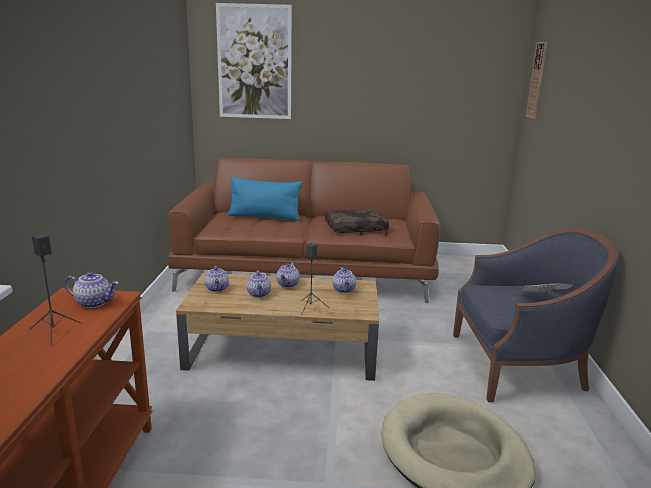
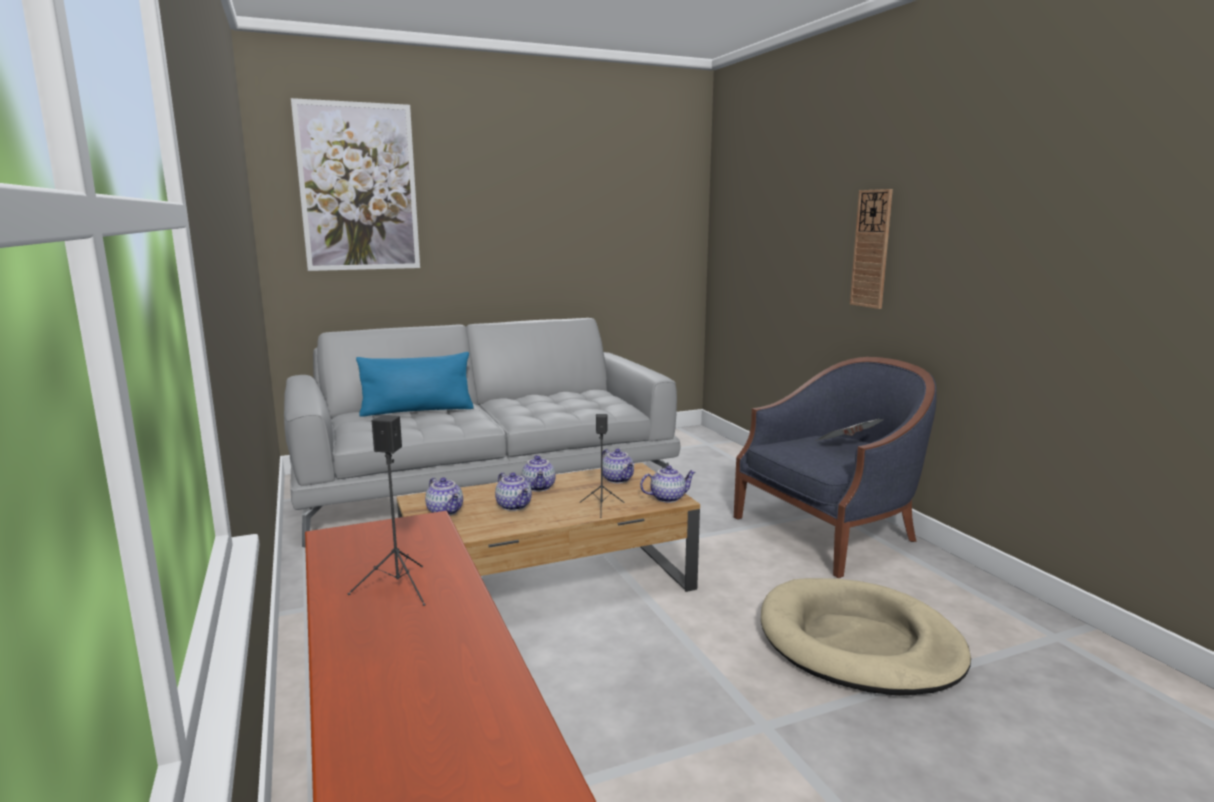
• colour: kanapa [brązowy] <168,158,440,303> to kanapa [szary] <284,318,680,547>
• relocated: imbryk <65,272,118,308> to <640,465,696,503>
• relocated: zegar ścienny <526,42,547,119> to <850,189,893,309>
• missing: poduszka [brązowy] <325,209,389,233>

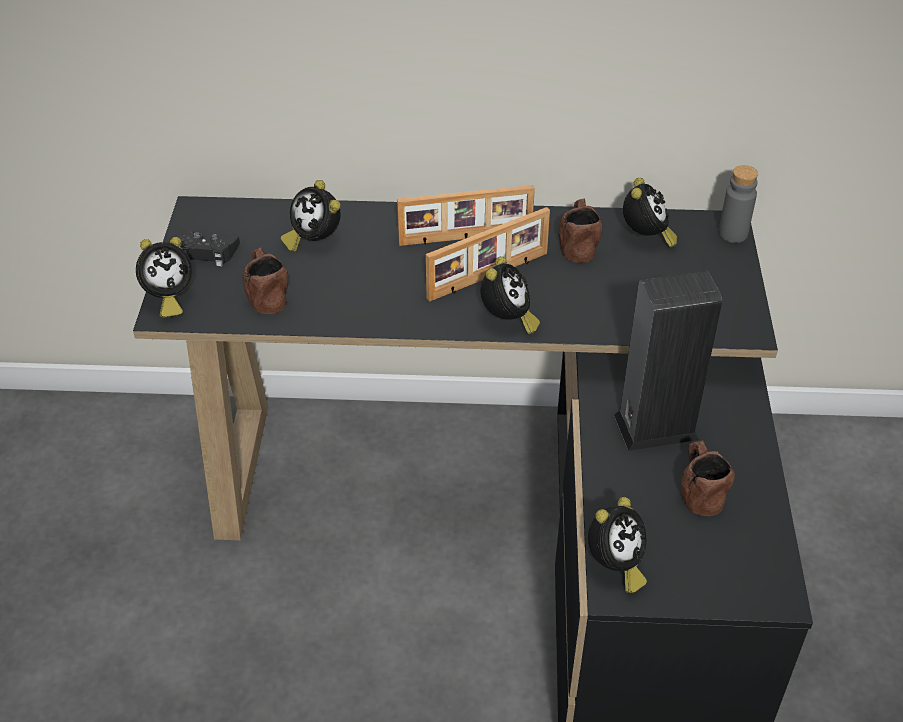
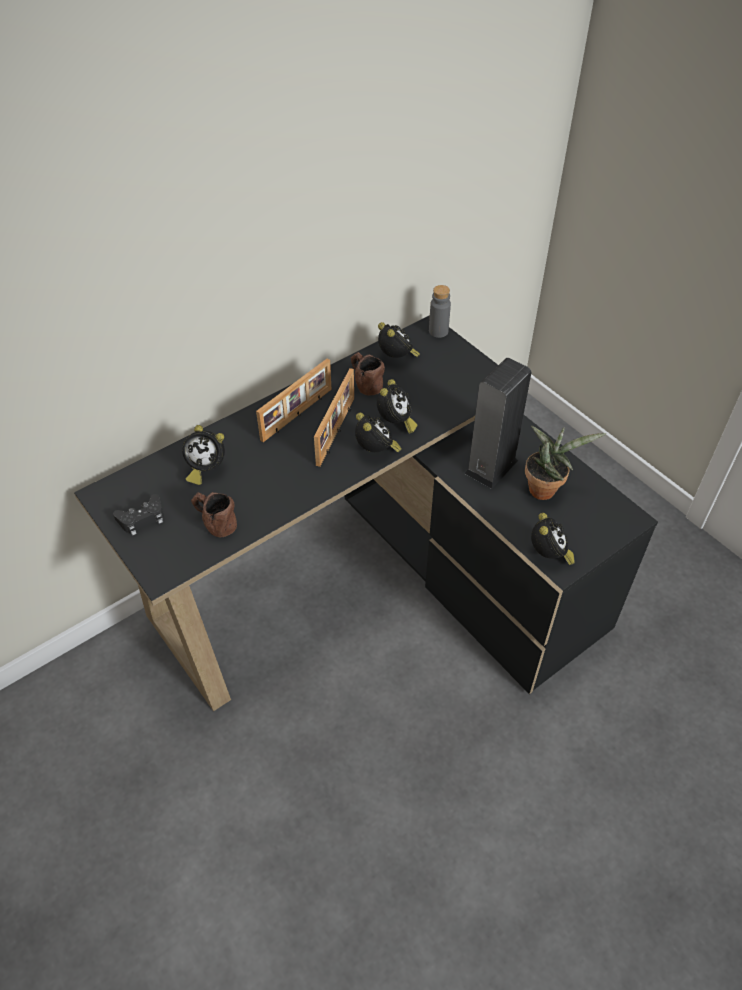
• relocated: budzik <136,237,193,318> to <377,379,417,434>
• exchanged: kubek [brązowy] <681,440,735,516> to roślina doniczkowa <525,425,606,500>

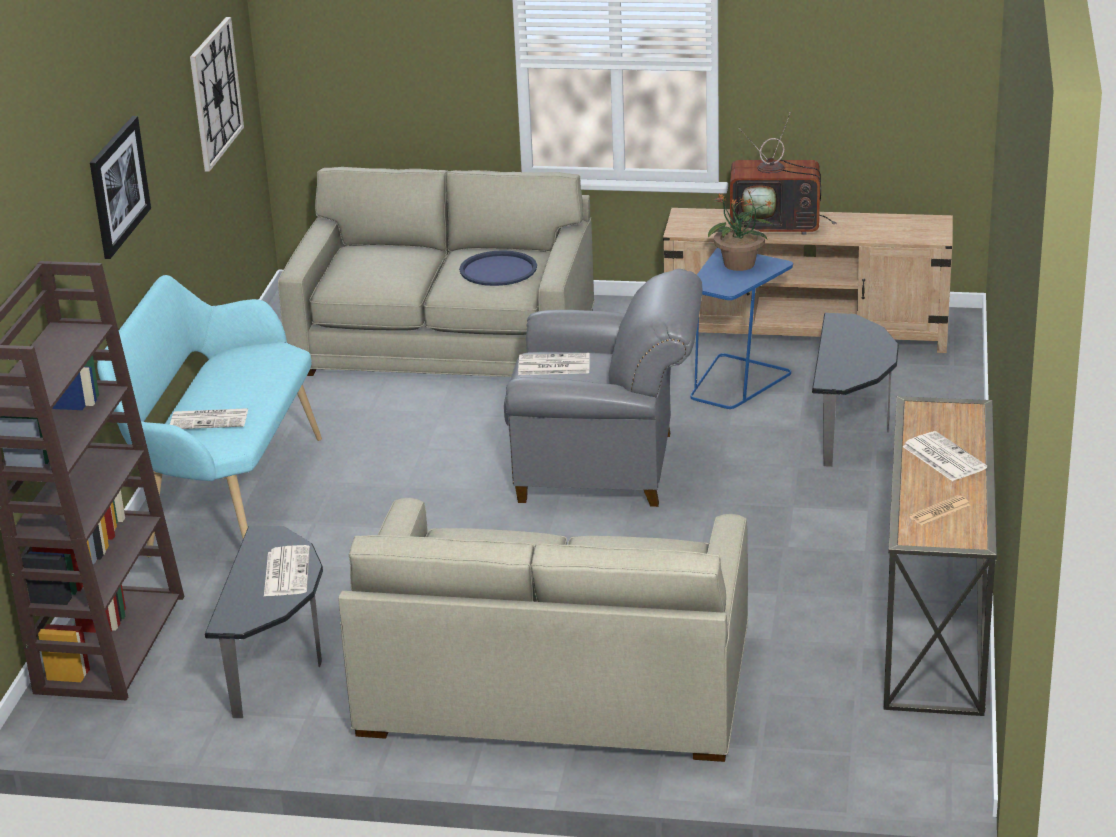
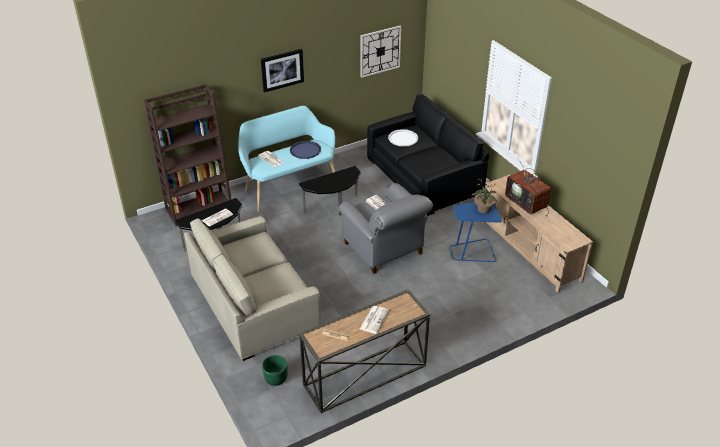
• appeared: donica [zielony] <262,355,288,386>
• relocated: taca [niebieski] <459,250,537,286> to <290,141,321,159>
• relocated: stolik <812,313,899,467> to <299,166,361,216>
• colour: kanapa [beżowy] <278,167,595,377> to kanapa [czarny] <367,94,489,216>
• appeared: taca [biały] <388,129,418,147>

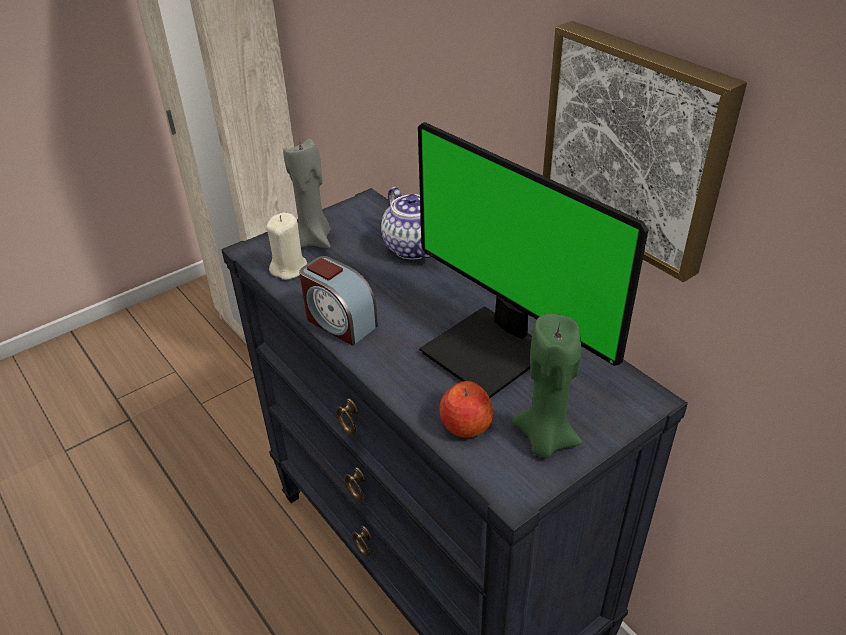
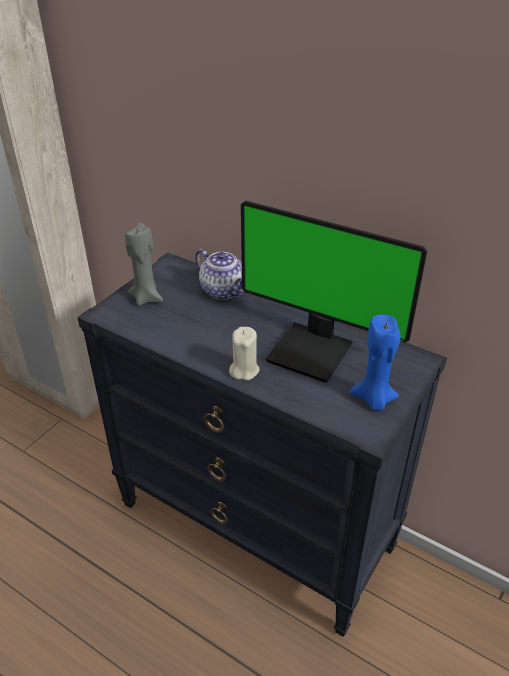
• relocated: świeca [beżowy] <266,213,307,280> to <229,327,260,381>
• colour: świeca [zielony] <512,314,583,458> to świeca [niebieski] <350,314,401,411>
• missing: budzik <299,256,378,346>
• missing: jabłko <439,381,493,438>
• missing: obraz <543,21,747,282>

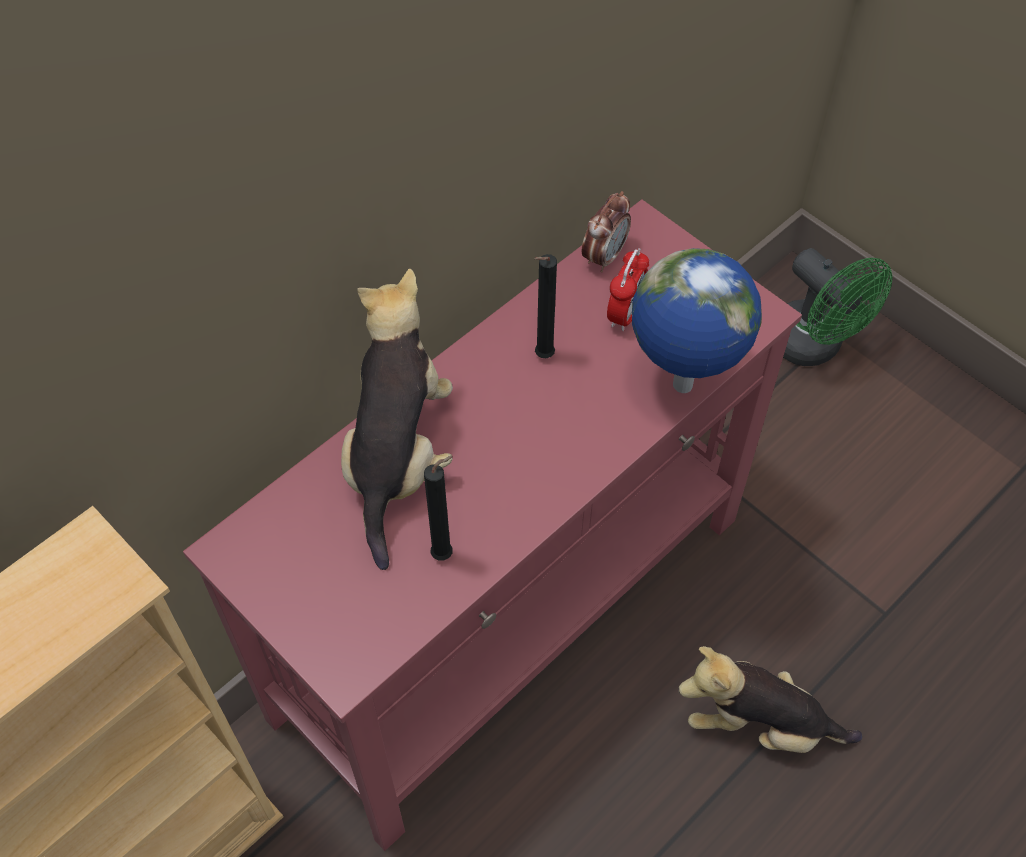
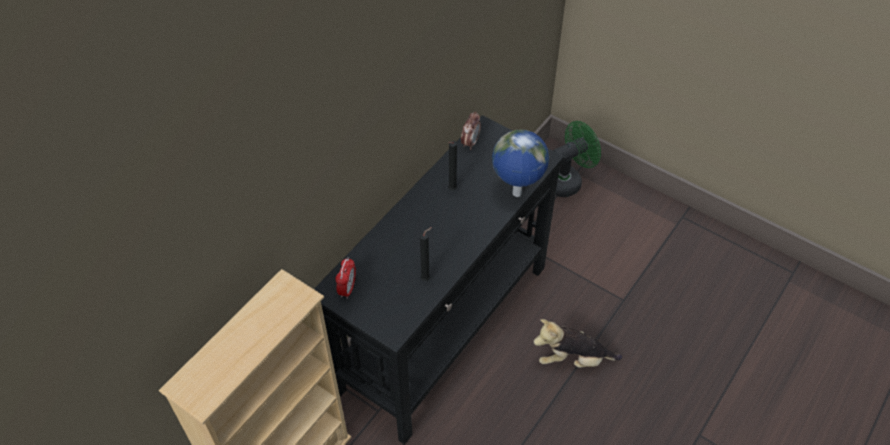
• colour: stolik konsolowy [czerwony] <183,199,802,851> to stolik konsolowy [czarny] <314,115,564,445>
• relocated: budzik <607,248,649,331> to <335,257,356,299>
• spun: wentylator [zielony] <783,248,892,366> = <553,121,601,197> 75 degrees counterclockwise
• missing: pluszak <341,269,453,570>

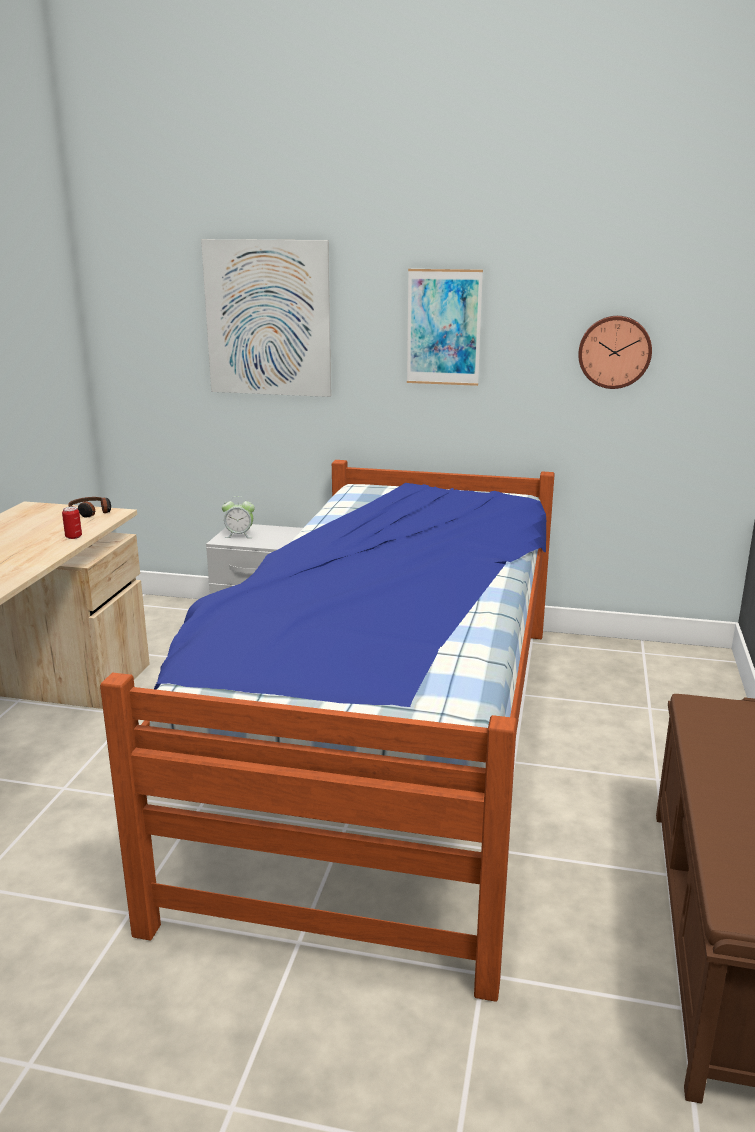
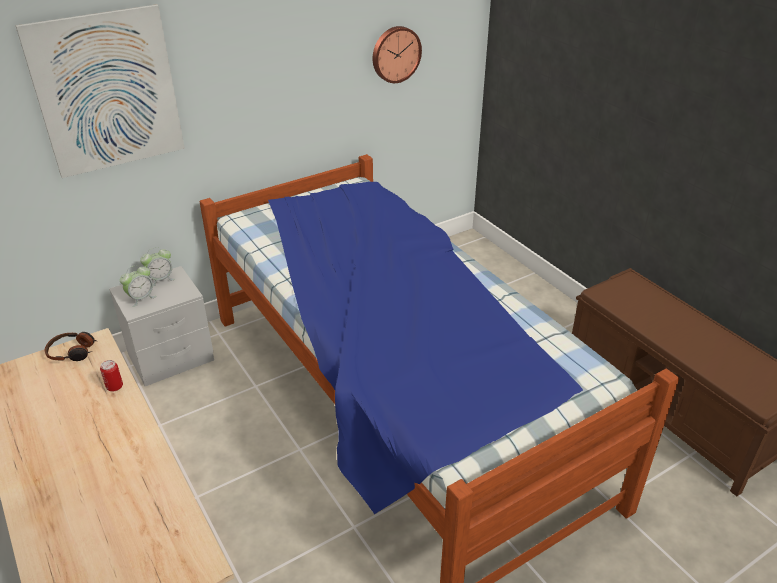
• appeared: budzik <140,247,175,286>
• missing: obraz <407,269,483,386>

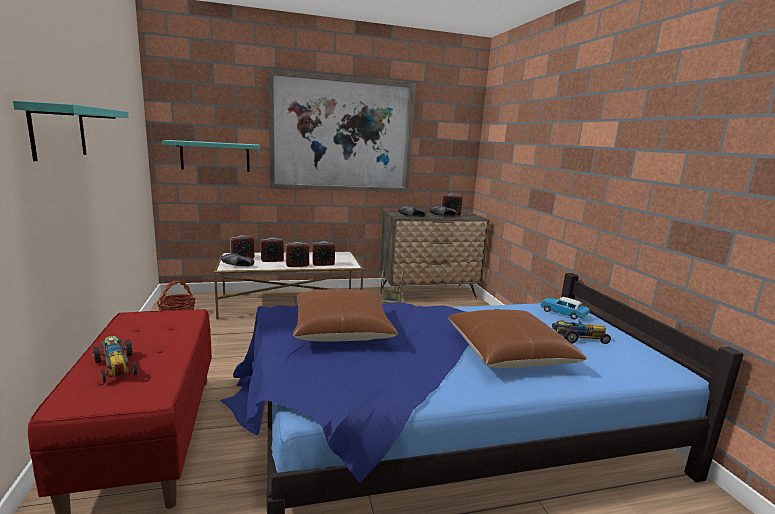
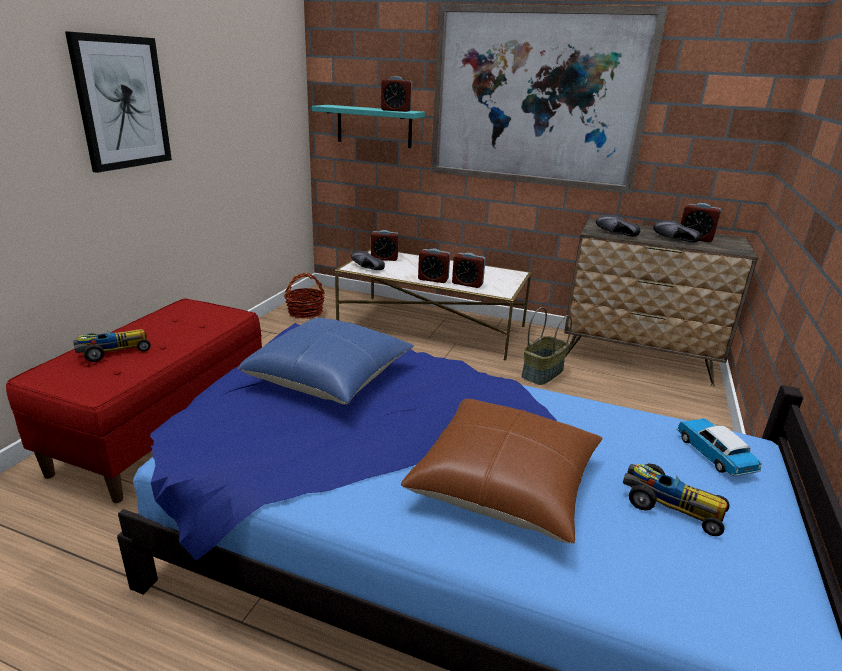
• exchanged: półka [turkusowy] <13,100,129,161> to obraz <65,31,172,173>
• spun: samochodzik <92,336,137,383> = <73,329,151,362> 120 degrees counterclockwise
• colour: poduszka [brązowy] <293,289,398,342> to poduszka [niebieski] <237,318,414,404>
• relocated: budzik <261,238,284,262> to <381,76,412,112>

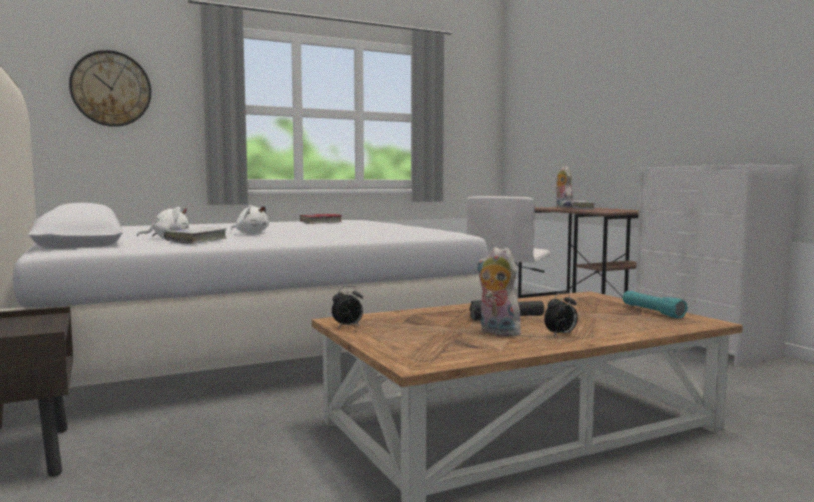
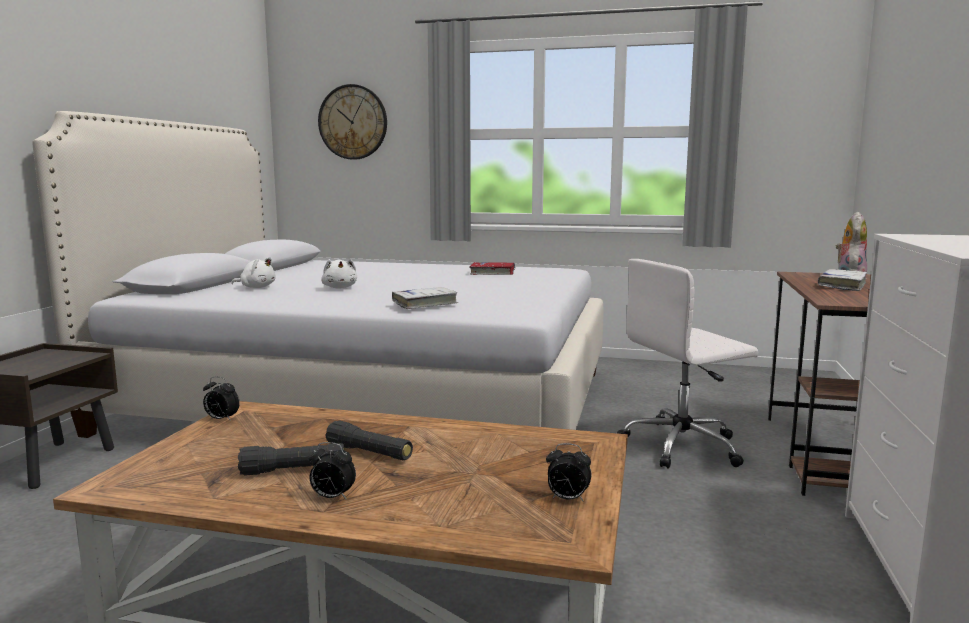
• exchanged: pluszak <476,247,521,336> to latarka [czarny] <238,443,344,476>
• relocated: książka [biały] <164,227,226,244> to <392,287,458,309>
• exchanged: latarka [turkusowy] <623,291,688,318> to budzik <546,443,591,502>

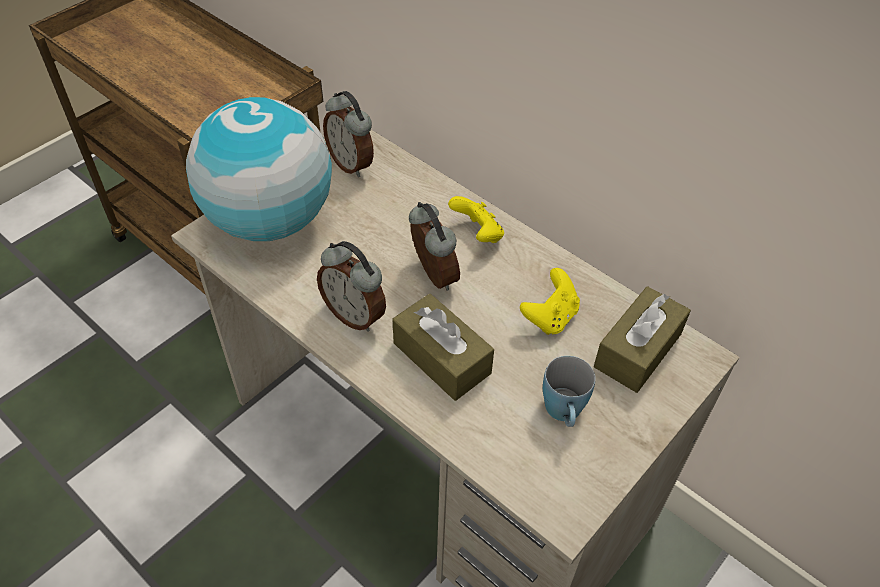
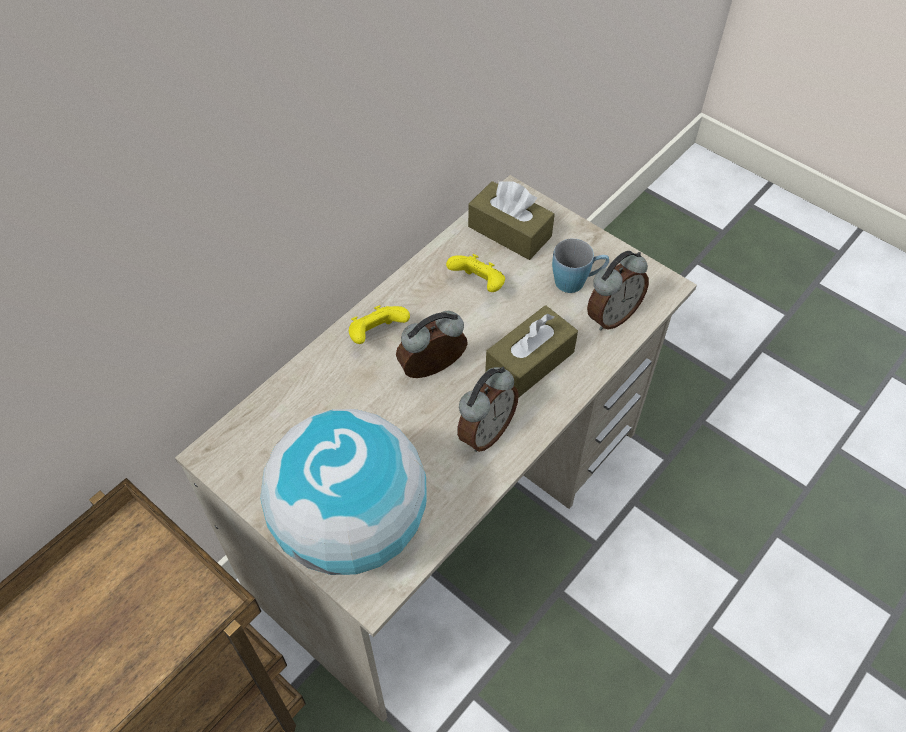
• relocated: budzik <323,91,374,177> to <587,251,649,330>

